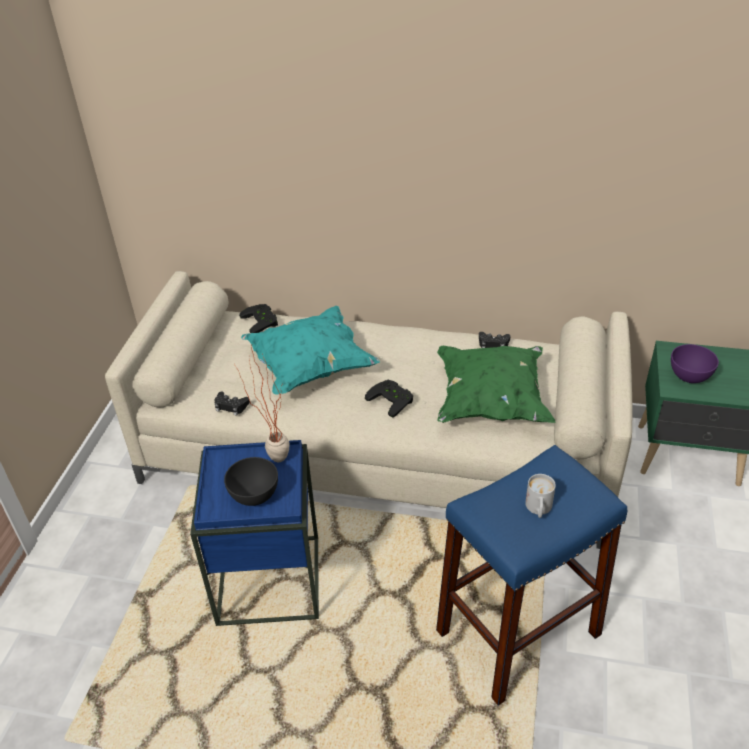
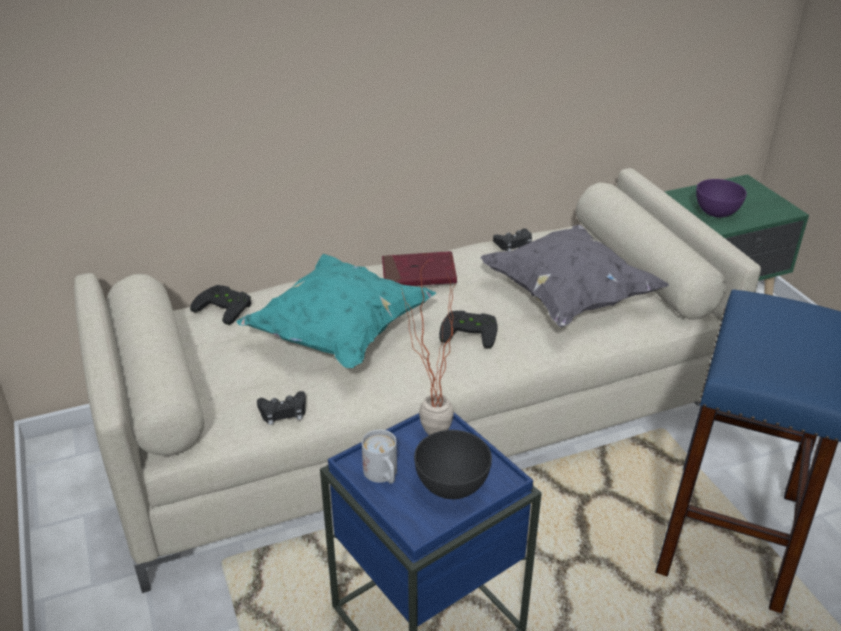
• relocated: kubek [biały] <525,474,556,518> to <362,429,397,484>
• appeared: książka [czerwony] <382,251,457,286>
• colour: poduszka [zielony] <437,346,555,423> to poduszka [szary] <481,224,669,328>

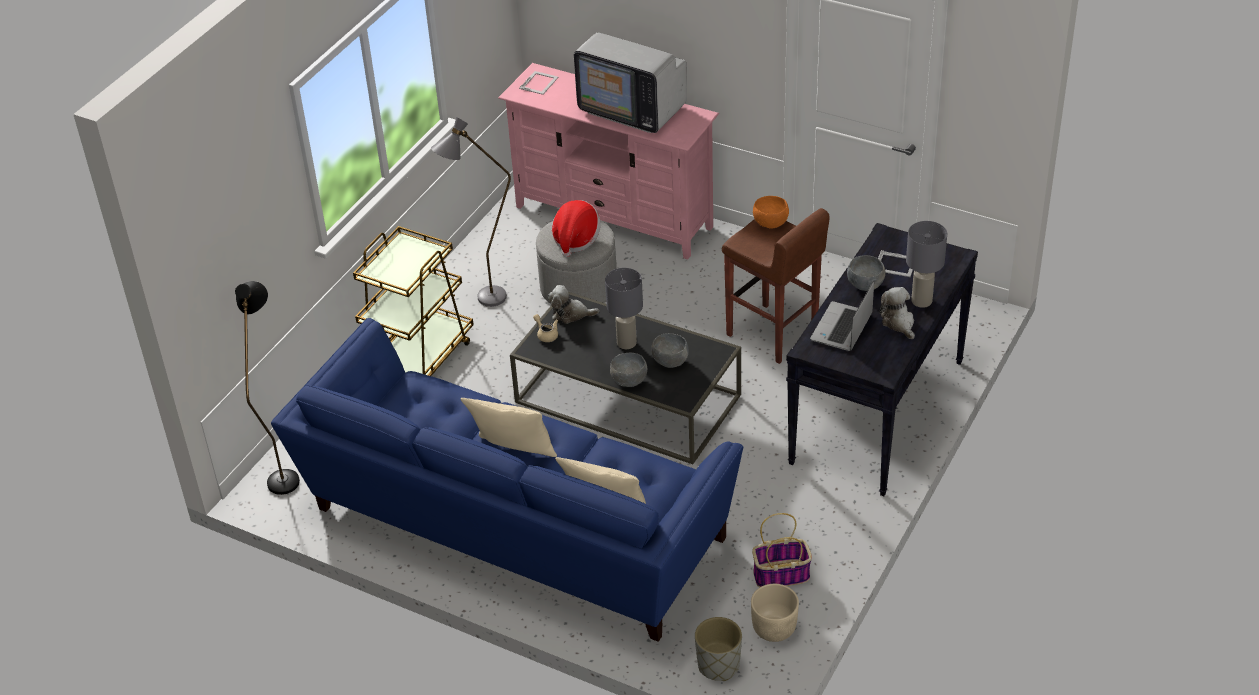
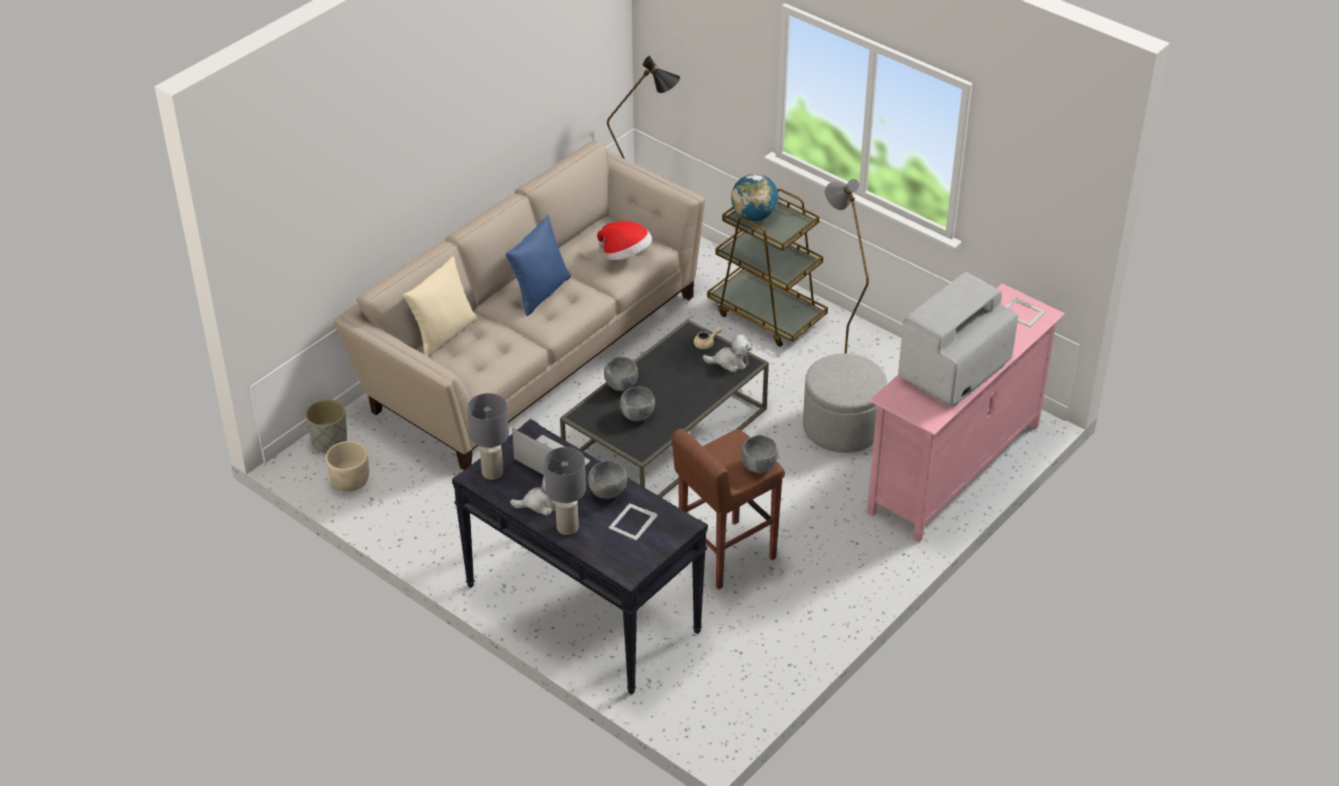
• colour: kanapa [niebieski] <271,318,743,642> to kanapa [beżowy] <334,141,705,470>
• relocated: lampa stołowa [szary] <605,268,643,349> to <467,393,509,480>
• colour: poduszka [beżowy] <461,398,557,457> to poduszka [niebieski] <506,215,571,316>
• relocated: kapelusz <552,200,601,257> to <597,221,652,260>
• spun: pluszak <548,285,599,324> = <703,334,753,372> 75 degrees clockwise
• appeared: globus <731,174,779,221>
• colour: miska [pomarańczowy] <753,196,789,229> to miska [szary] <741,435,778,473>
• missing: koszyk <752,513,812,587>

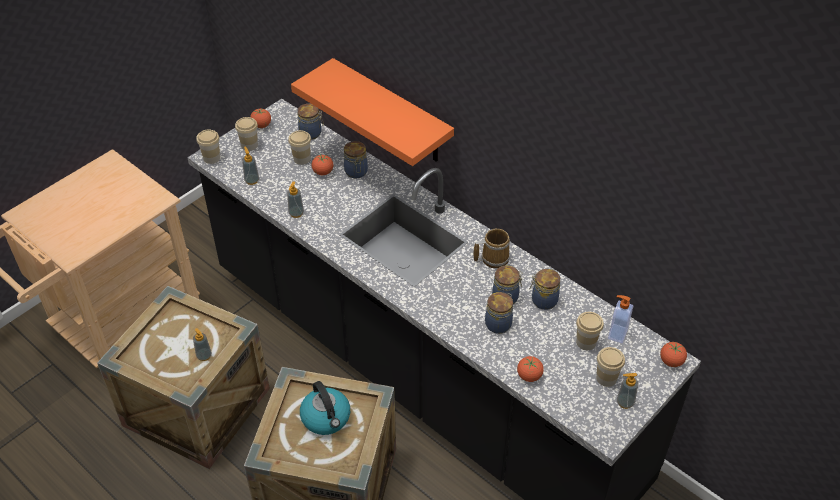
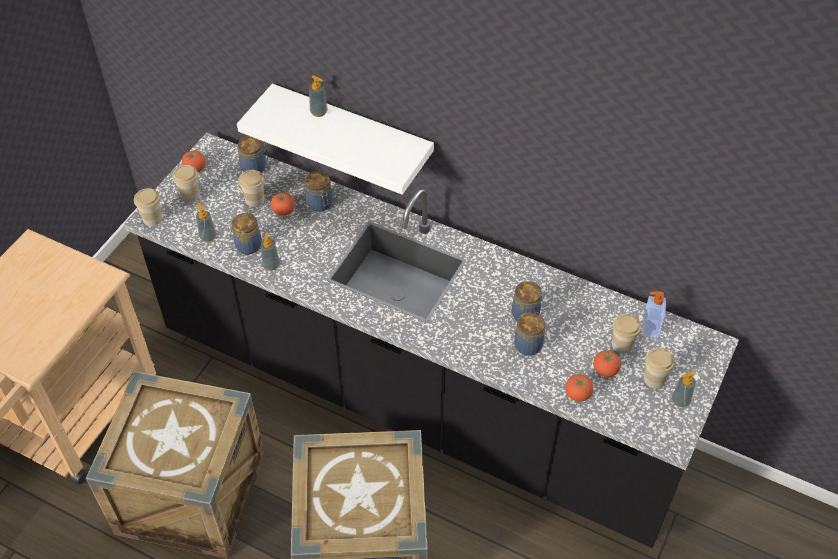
• relocated: słoik <530,269,561,310> to <229,213,262,255>
• colour: półka [pomarańczowy] <291,58,454,166> to półka [biały] <237,84,434,195>
• relocated: dozownik mydła <193,328,212,361> to <309,75,327,117>
• relocated: pomidor <660,342,687,367> to <593,350,621,377>
• missing: czajnik <300,381,350,435>
• missing: kubek <473,229,510,268>

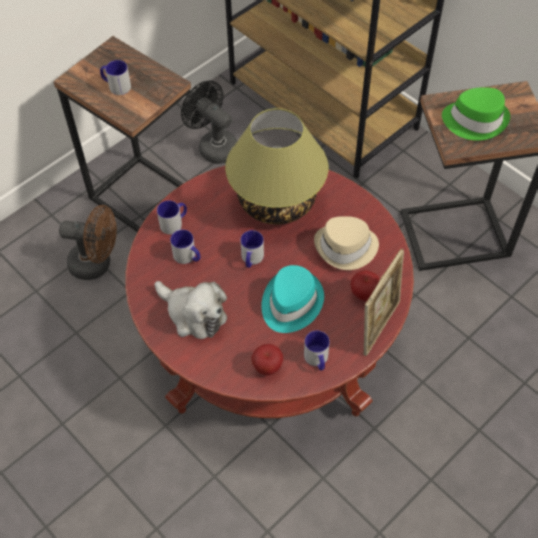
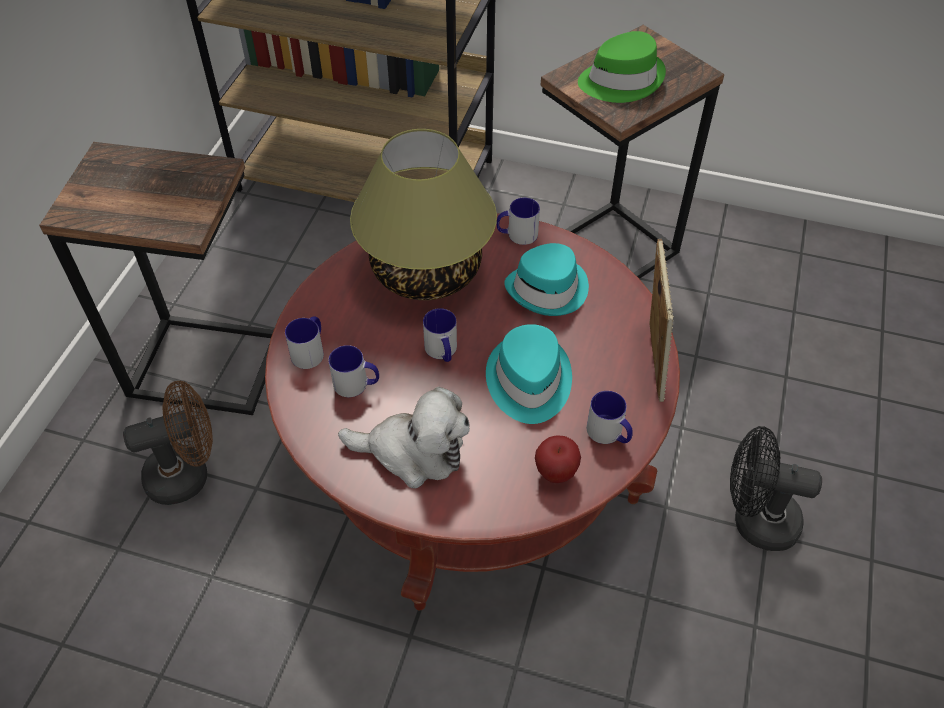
• relocated: kubek <100,60,131,95> to <497,198,540,245>
• colour: kapelusz [beżowy] <314,216,379,270> to kapelusz [turkusowy] <504,243,589,316>
• relocated: wentylator [czarny] <181,80,237,164> to <730,426,822,551>
• missing: jabłko <350,270,380,301>

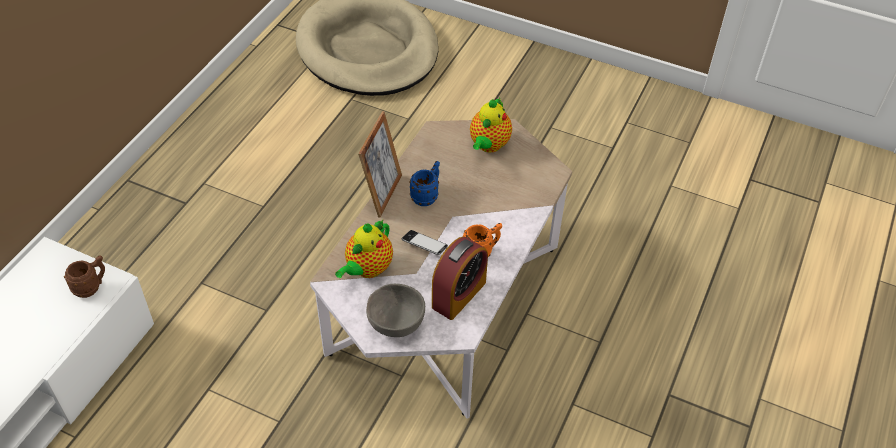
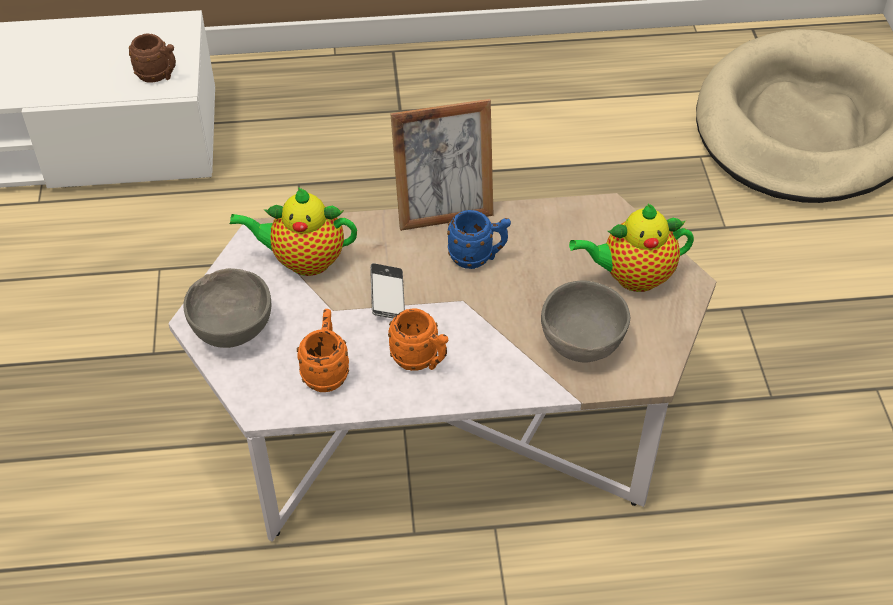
• exchanged: budzik <432,237,488,320> to kubek [pomarańczowy] <297,309,349,392>
• appeared: miska [szary] <541,281,630,363>

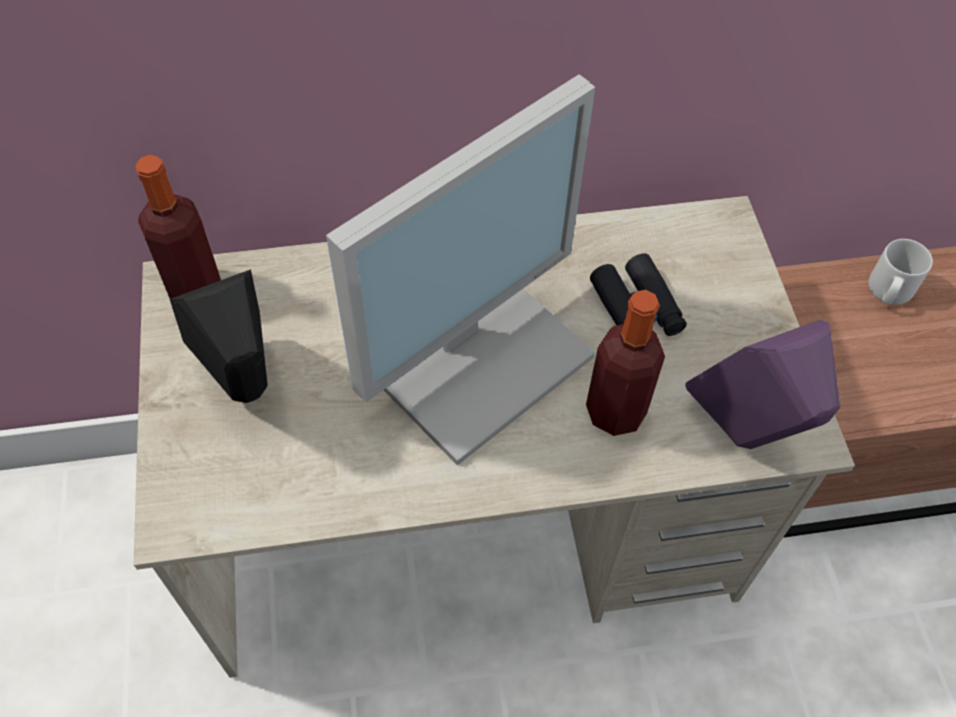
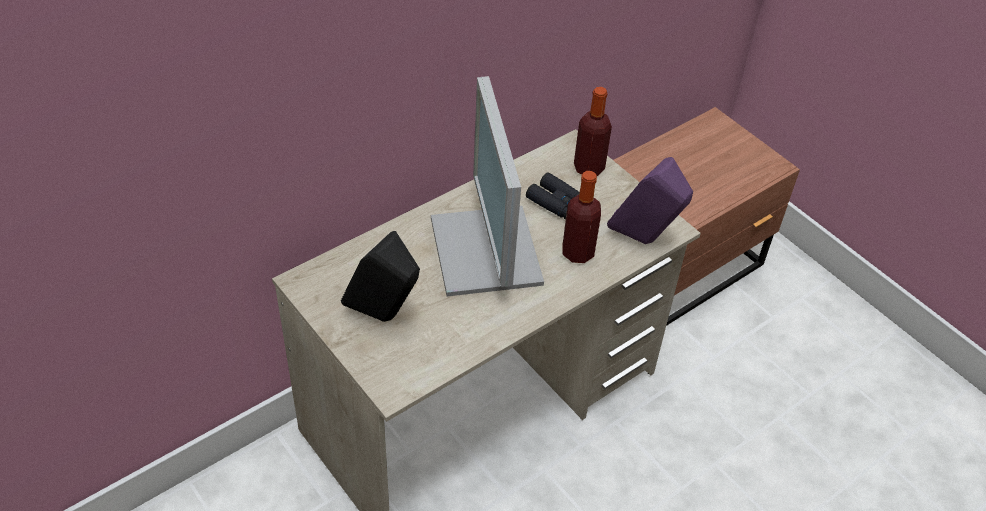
• spun: monitor <326,74,595,465> = <431,76,544,296> 150 degrees clockwise
• relocated: butelka <135,155,221,299> to <574,87,612,176>
• missing: kubek [szary] <868,239,933,305>

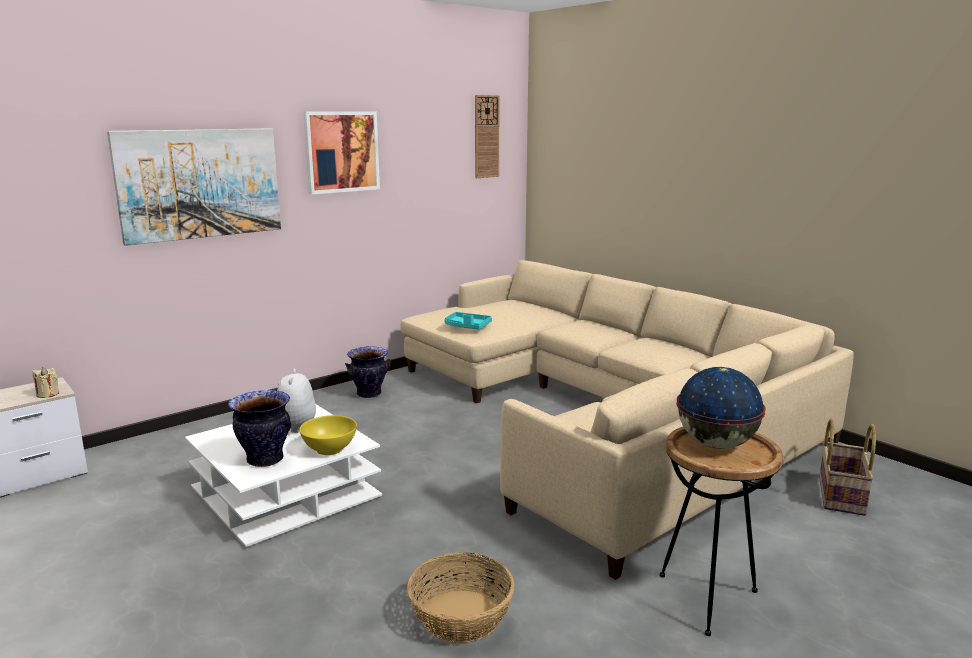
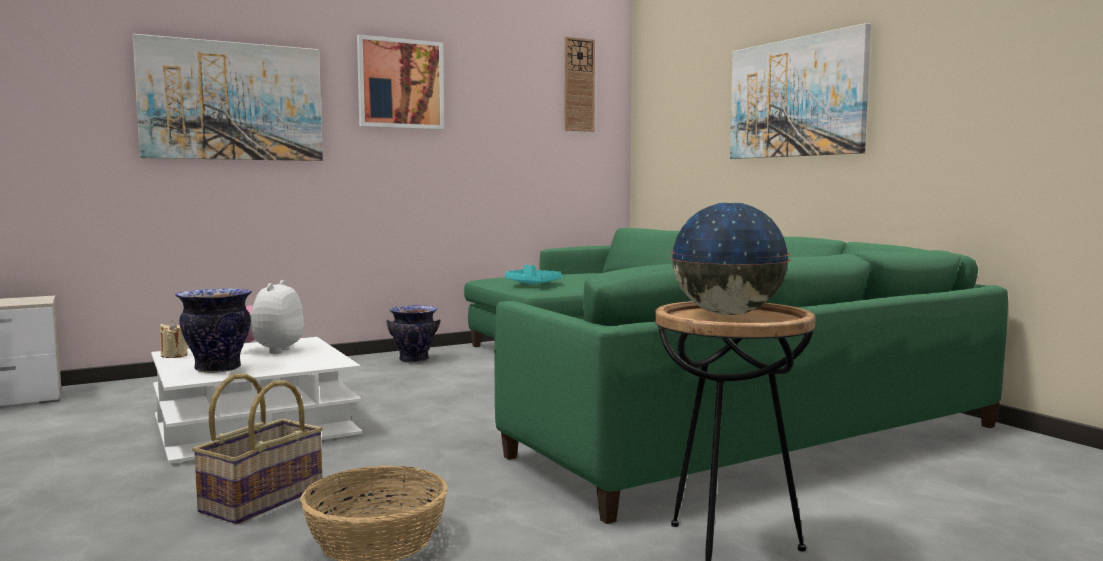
• relocated: świeca [beżowy] <32,367,59,398> to <160,321,188,358>
• relocated: koszyk <819,419,876,516> to <192,373,323,524>
• colour: kanapa [beżowy] <400,260,854,580> to kanapa [zielony] <464,228,1008,524>
• appeared: obraz <730,23,871,159>
• missing: miska [żółty] <299,415,357,455>

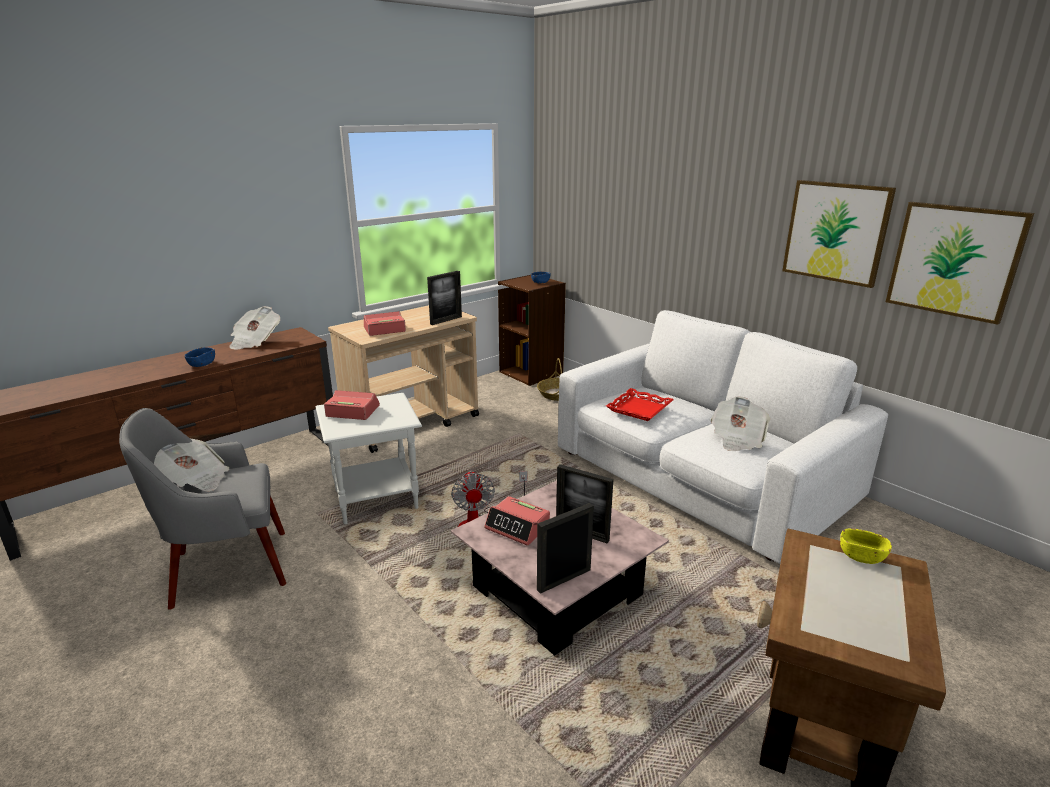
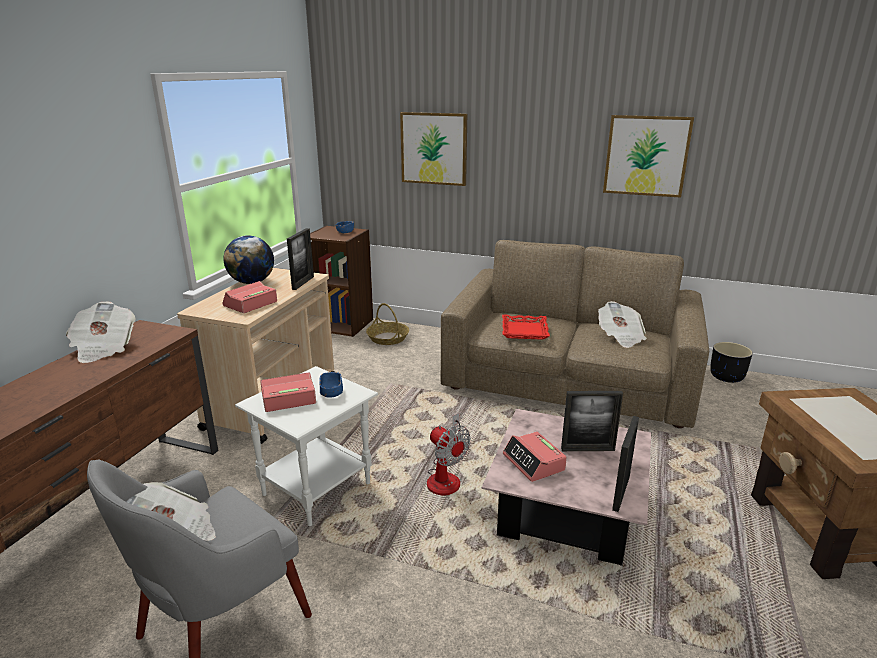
• appeared: globus <223,235,274,284>
• relocated: miska [niebieski] <184,347,215,367> to <319,372,343,398>
• relocated: obraz <886,202,1034,325> to <400,112,467,186>
• colour: kanapa [biały] <558,310,888,564> to kanapa [brązowy] <441,240,709,428>
• spun: budzik <484,496,550,546> = <503,431,567,482> 60 degrees clockwise
• appeared: donica [czarny] <710,342,753,383>
• missing: miska [żółty] <840,528,892,564>

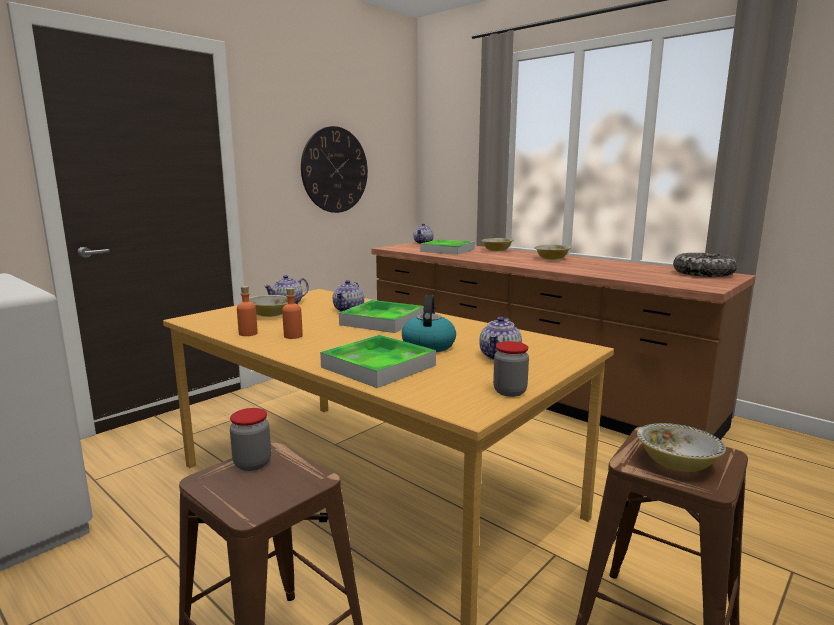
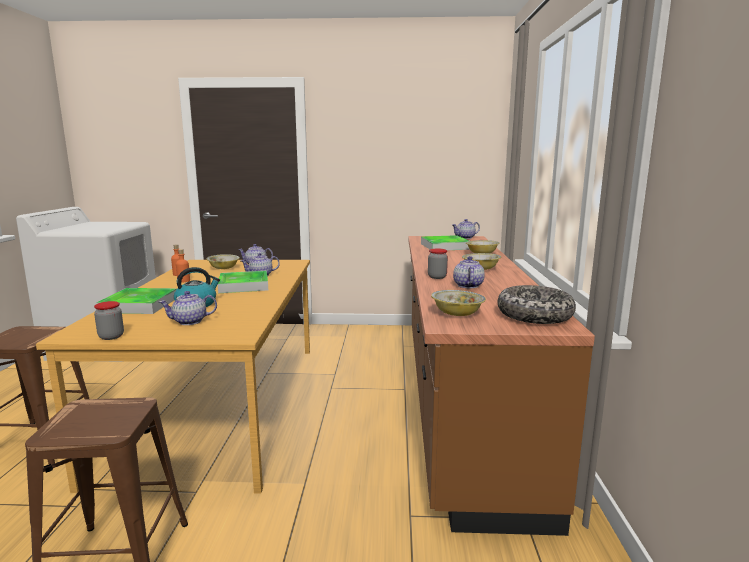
• relocated: słoik <230,408,271,471> to <428,249,448,279>
• relocated: miska <637,423,726,472> to <431,290,486,316>
• appeared: imbryk <453,256,485,288>
• missing: zegar ścienny <301,126,368,213>

